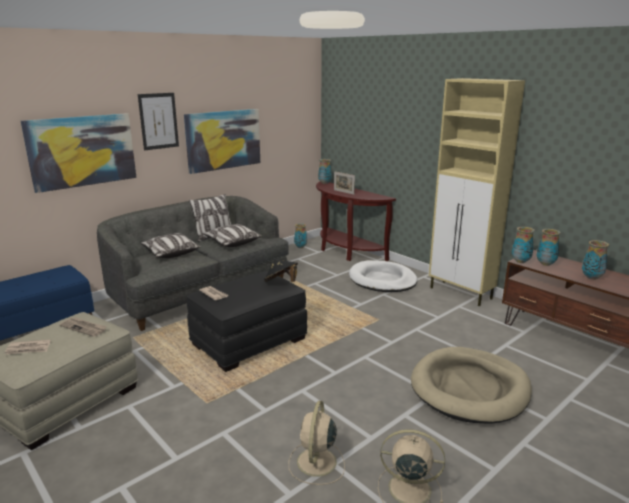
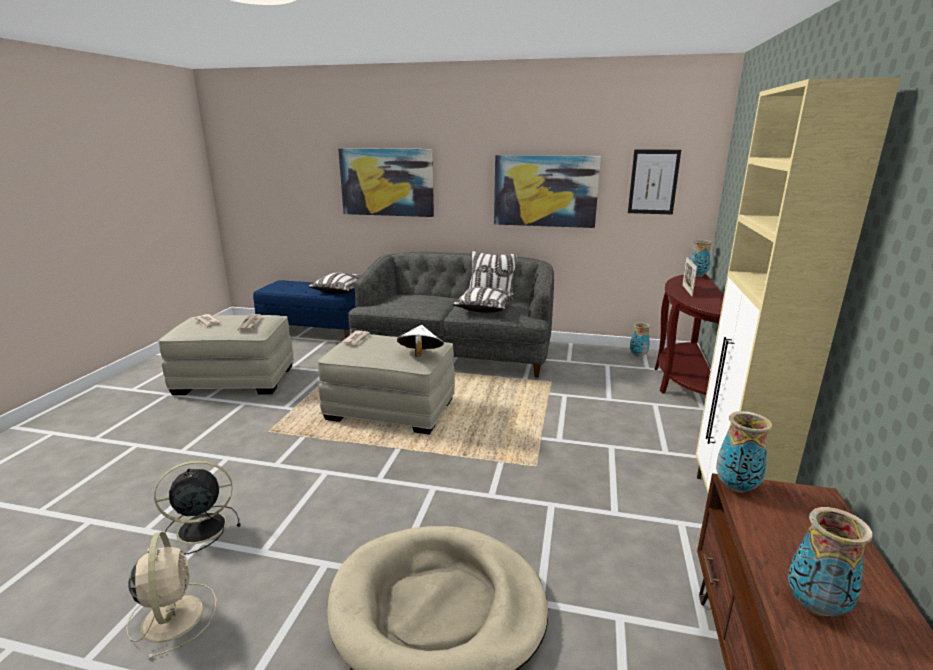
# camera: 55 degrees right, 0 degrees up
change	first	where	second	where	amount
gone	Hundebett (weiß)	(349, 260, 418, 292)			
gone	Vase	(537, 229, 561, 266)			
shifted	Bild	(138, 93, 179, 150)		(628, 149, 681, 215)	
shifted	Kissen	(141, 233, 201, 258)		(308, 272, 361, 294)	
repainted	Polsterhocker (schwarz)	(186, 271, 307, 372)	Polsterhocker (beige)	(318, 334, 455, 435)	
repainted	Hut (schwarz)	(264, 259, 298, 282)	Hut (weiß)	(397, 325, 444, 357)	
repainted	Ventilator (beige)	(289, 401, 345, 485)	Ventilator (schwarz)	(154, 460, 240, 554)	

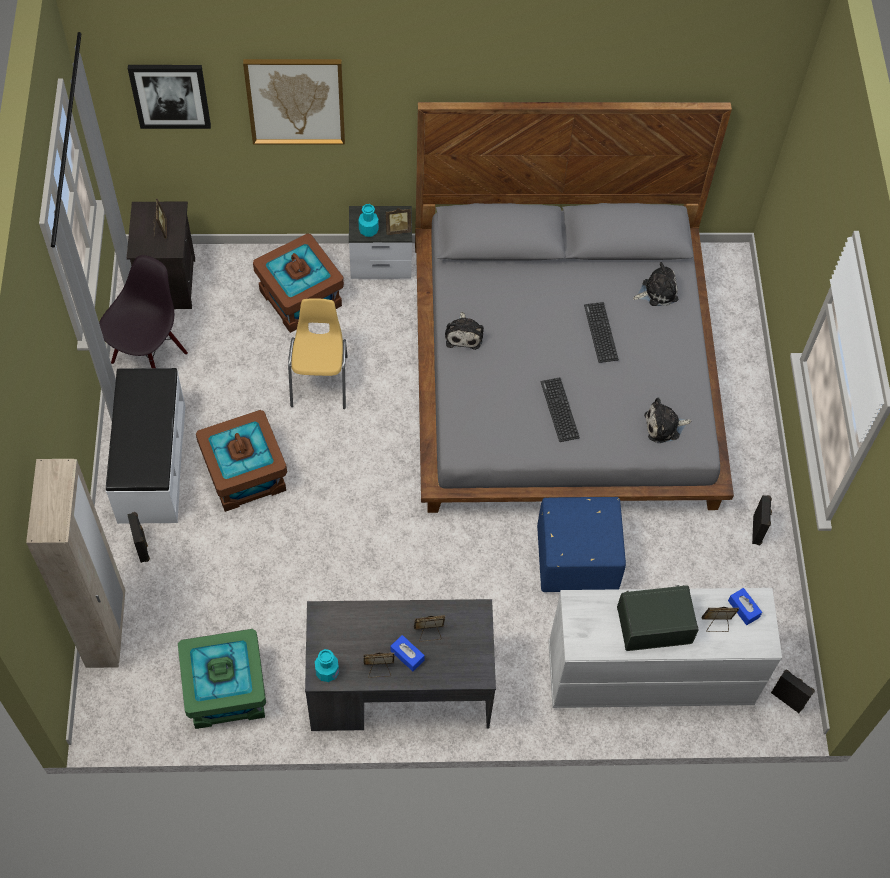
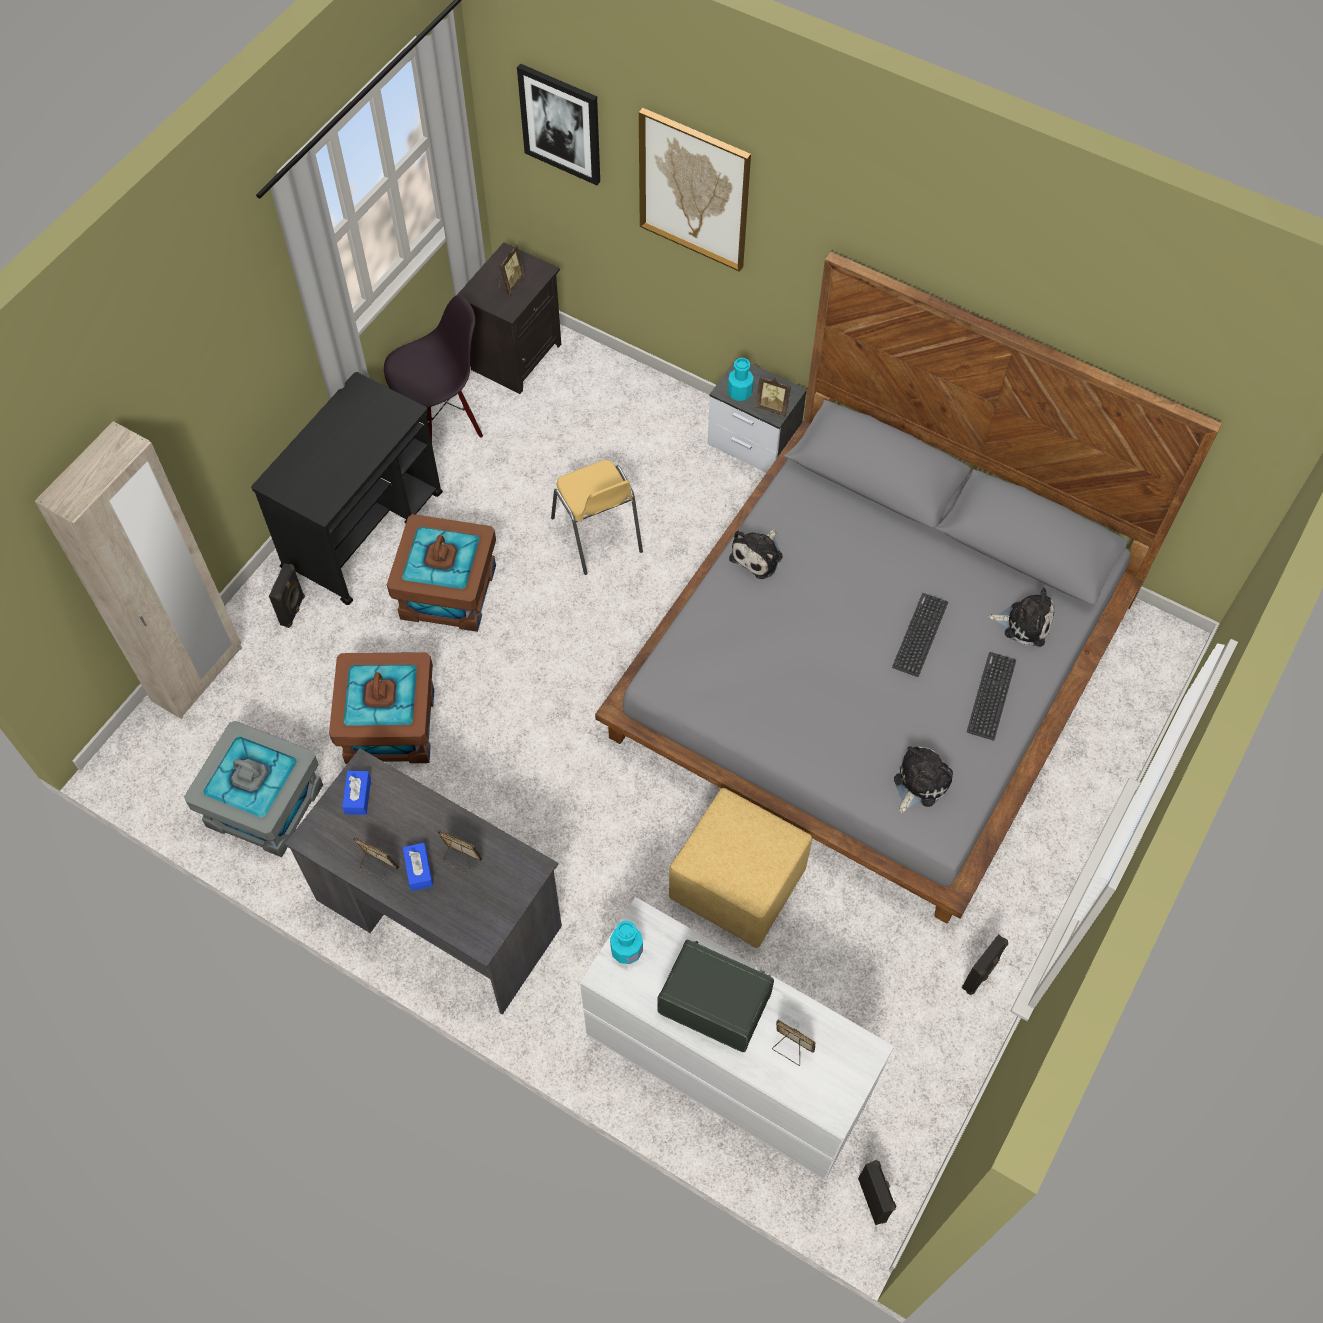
# camera: 35 degrees right, 0 degrees up
change	first	where	second	where	amount
shifted	Aufbewahrungsbox (braun)	(253, 233, 344, 333)		(329, 652, 434, 764)	
shifted	Flasche (türkis)	(315, 649, 339, 682)		(610, 921, 643, 964)	
shifted	Tastatur	(541, 377, 580, 442)		(967, 652, 1016, 741)	
shifted	Taschentuchbox (blau)	(728, 588, 762, 625)		(342, 771, 371, 815)	
swapped	Bank (weiß)	(106, 368, 186, 524)	Rollwagen (schwarz)	(251, 372, 443, 605)	
repainted	Aufbewahrungsbox (grün)	(178, 629, 266, 729)	Aufbewahrungsbox (grau)	(184, 721, 323, 857)	
repainted	Polsterhocker (blau)	(537, 497, 626, 592)	Polsterhocker (gelb)	(669, 788, 812, 948)	
rotated	Stuhl (gelb)	(288, 298, 348, 409)		(551, 460, 643, 575)	120 degrees clockwise
rotated	Plüschtier	(644, 397, 691, 443)		(894, 746, 953, 813)	105 degrees clockwise

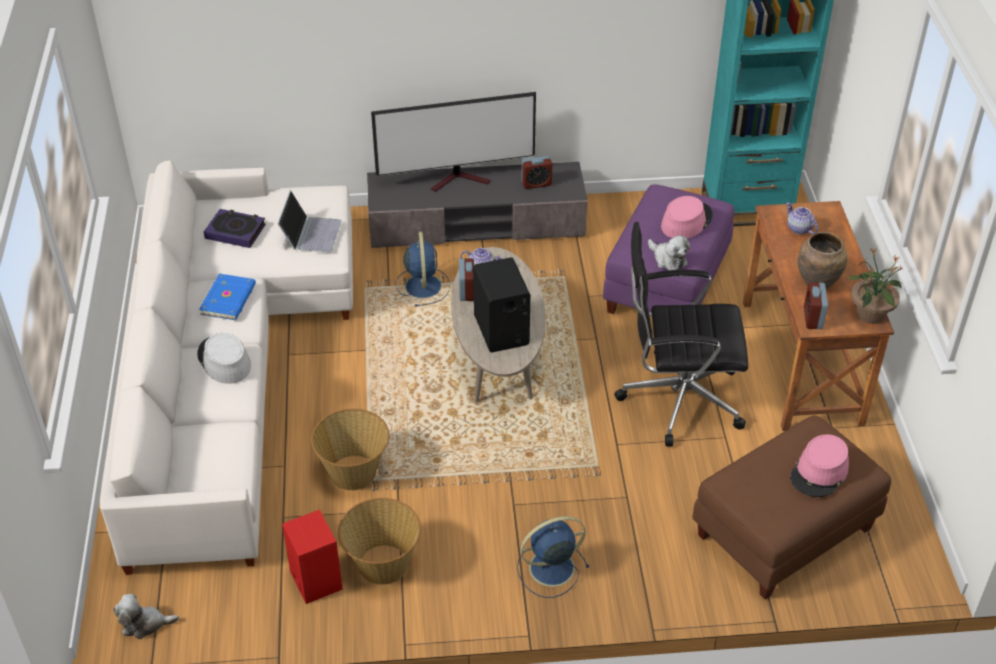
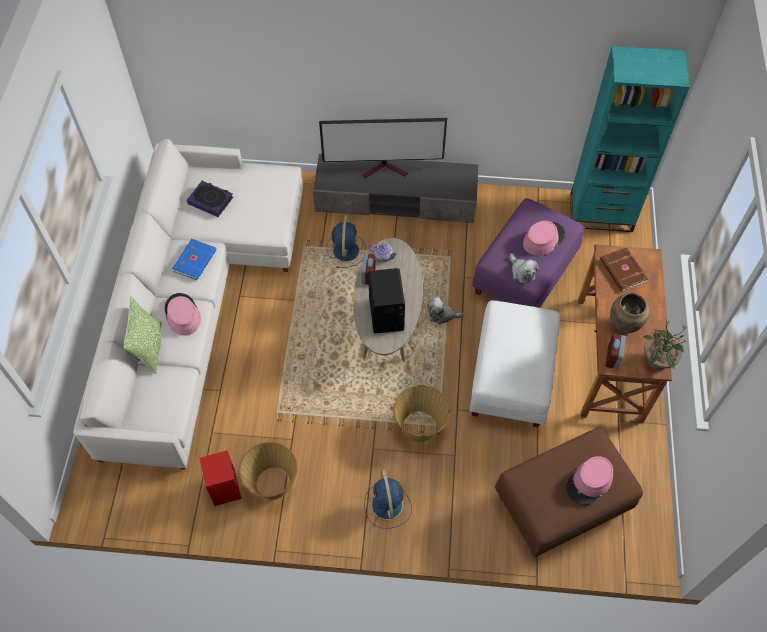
# camera: 10 degrees right, 15 degrees up
change	first	where	second	where	amount
gone	Laptop	(277, 190, 342, 252)			
gone	Wecker	(522, 156, 553, 189)			
new			Kissen	(124, 297, 162, 374)	
shifted	Plüschtier	(114, 594, 179, 639)		(427, 297, 464, 324)	
shifted	Korb	(311, 408, 389, 491)		(393, 385, 450, 442)	
swapped	Bürostuhl (schwarz)	(614, 222, 748, 446)	Polsterhocker (weiß)	(470, 301, 560, 427)	
swapped	Teekanne	(786, 202, 818, 234)	Buch (braun)	(600, 247, 648, 292)	
repainted	Hut (grau)	(197, 333, 251, 384)	Hut (rosa)	(165, 293, 201, 336)	
rotated	Ventilator (blau)	(517, 516, 590, 598)		(364, 469, 412, 529)	90 degrees counterclockwise

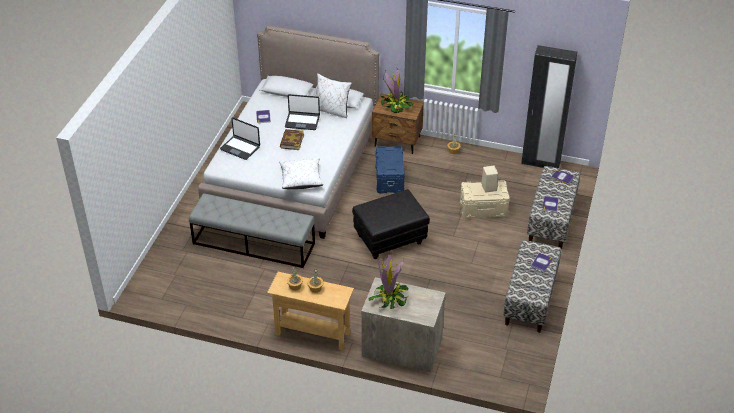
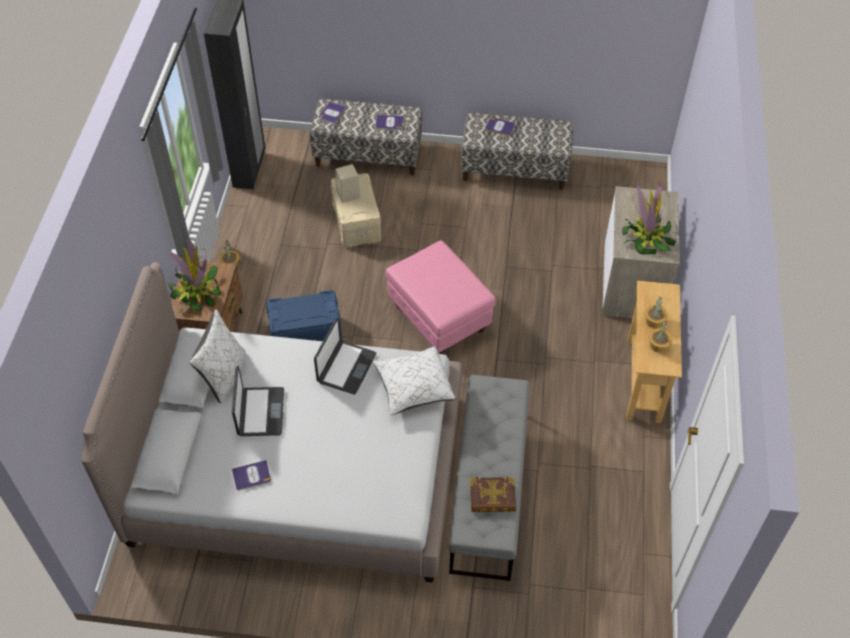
# camera: 100 degrees left, 10 degrees up
change	first	where	second	where	amount
shifted	Laptop	(220, 118, 260, 160)		(314, 317, 376, 394)	
shifted	Buch	(280, 129, 304, 150)		(470, 477, 516, 512)	
repainted	Polsterhocker (schwarz)	(352, 189, 430, 259)	Polsterhocker (rosa)	(385, 240, 496, 354)	

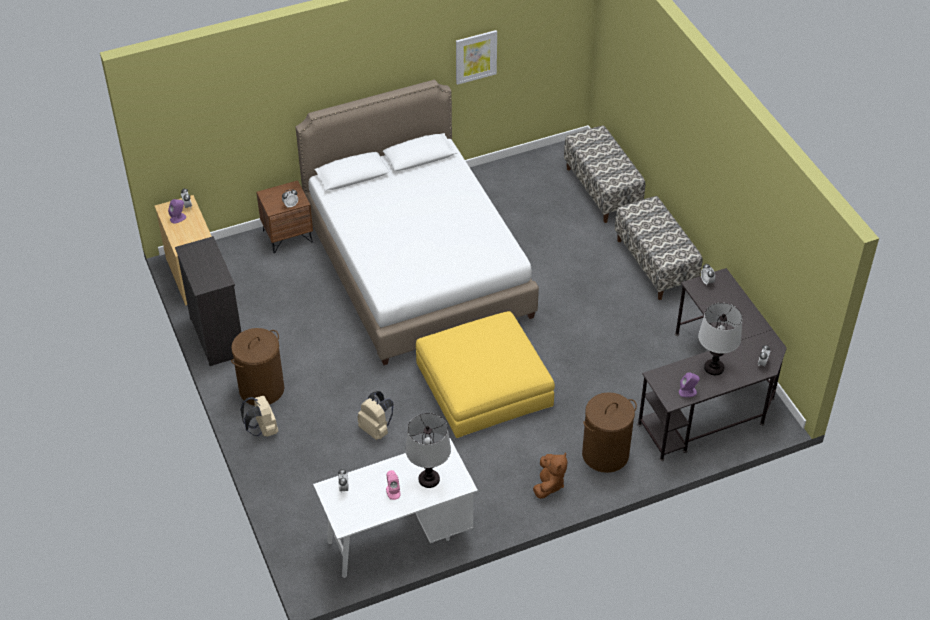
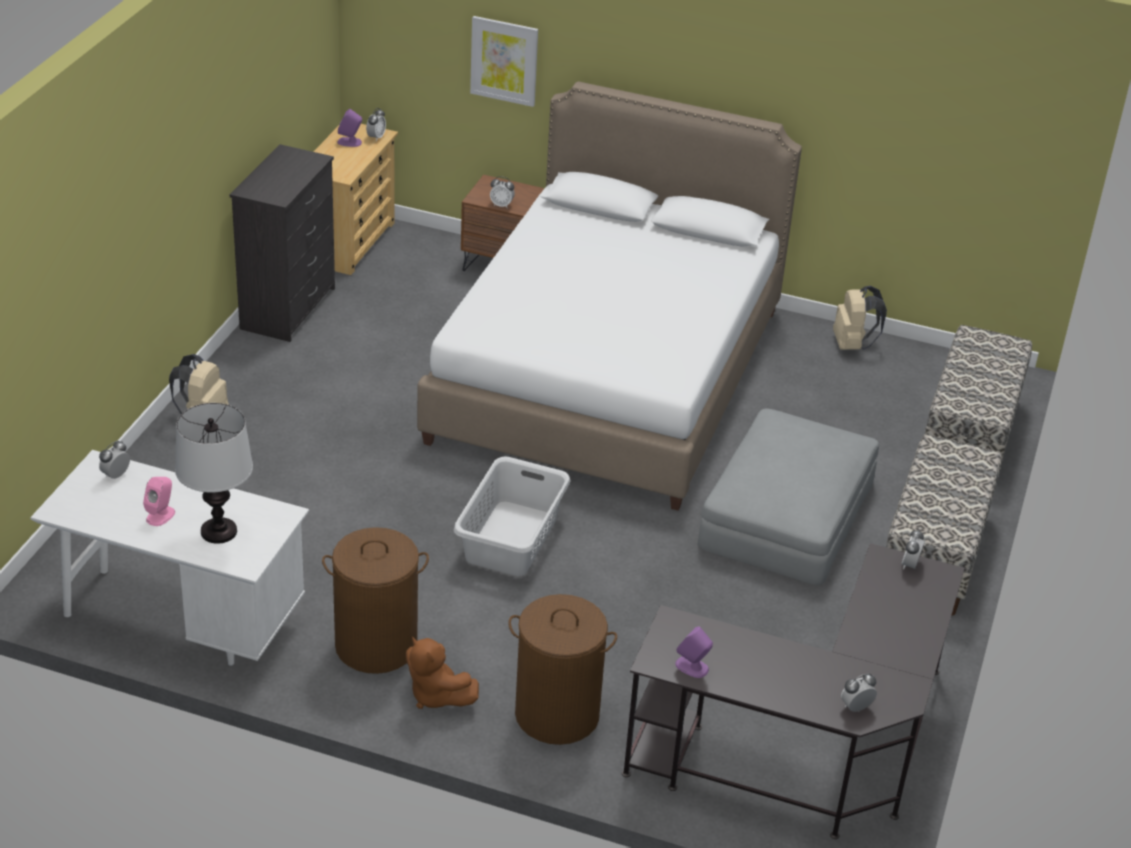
# camera: 40 degrees right, 10 degrees down
change	first	where	second	where	amount
gone	Tischlampe	(698, 303, 742, 375)			
new			Polsterhocker (grau)	(698, 408, 879, 585)	
shifted	Wäschekorb (braun)	(231, 328, 284, 406)		(322, 527, 429, 674)	
shifted	Rucksack (beige)	(358, 391, 394, 440)		(833, 286, 887, 350)	
shifted	Bild	(456, 30, 497, 85)		(470, 16, 538, 107)	
swapped	Polsterhocker (gelb)	(416, 311, 555, 438)	Wäschekorb (grau)	(454, 456, 571, 576)	
rotated	Plüschtier (braun)	(533, 452, 568, 498)		(406, 637, 479, 709)	75 degrees clockwise

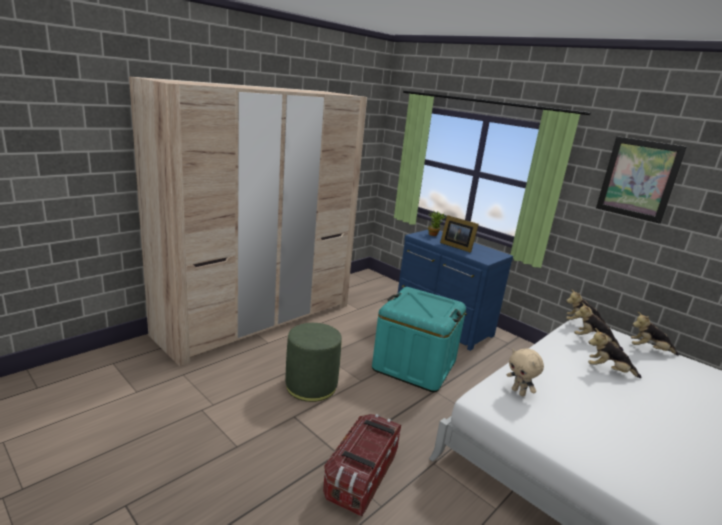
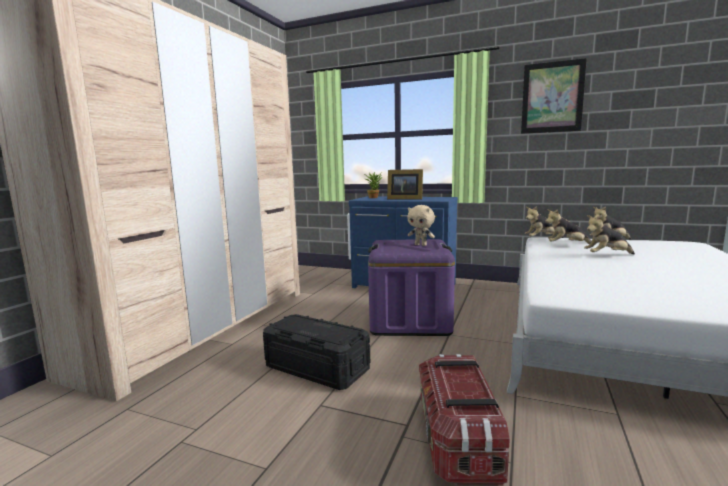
# camera: 20 degrees left, 10 degrees down
change	first	where	second	where	amount
shifted	Plüschtier (beige)	(507, 348, 544, 396)		(408, 205, 435, 246)	
swapped	Polsterhocker (grün)	(285, 323, 342, 402)	Aufbewahrungsbox (schwarz)	(263, 314, 370, 390)	
repainted	Aufbewahrungsbox (türkis)	(372, 287, 466, 392)	Aufbewahrungsbox (lila)	(368, 239, 455, 336)	

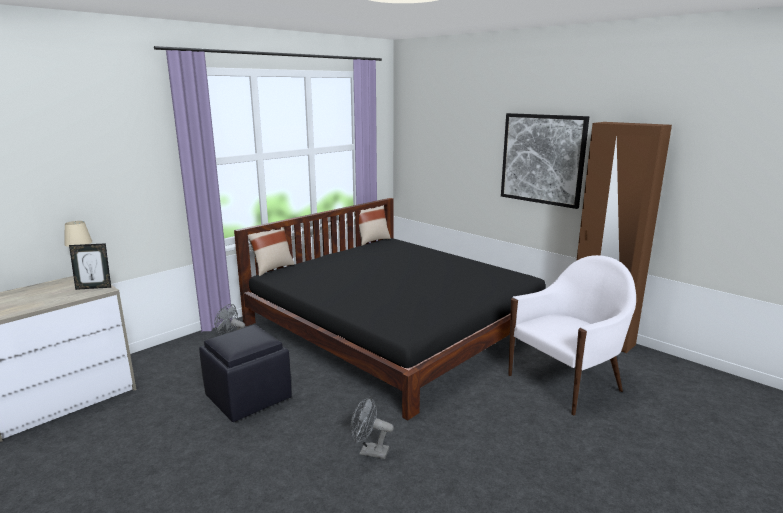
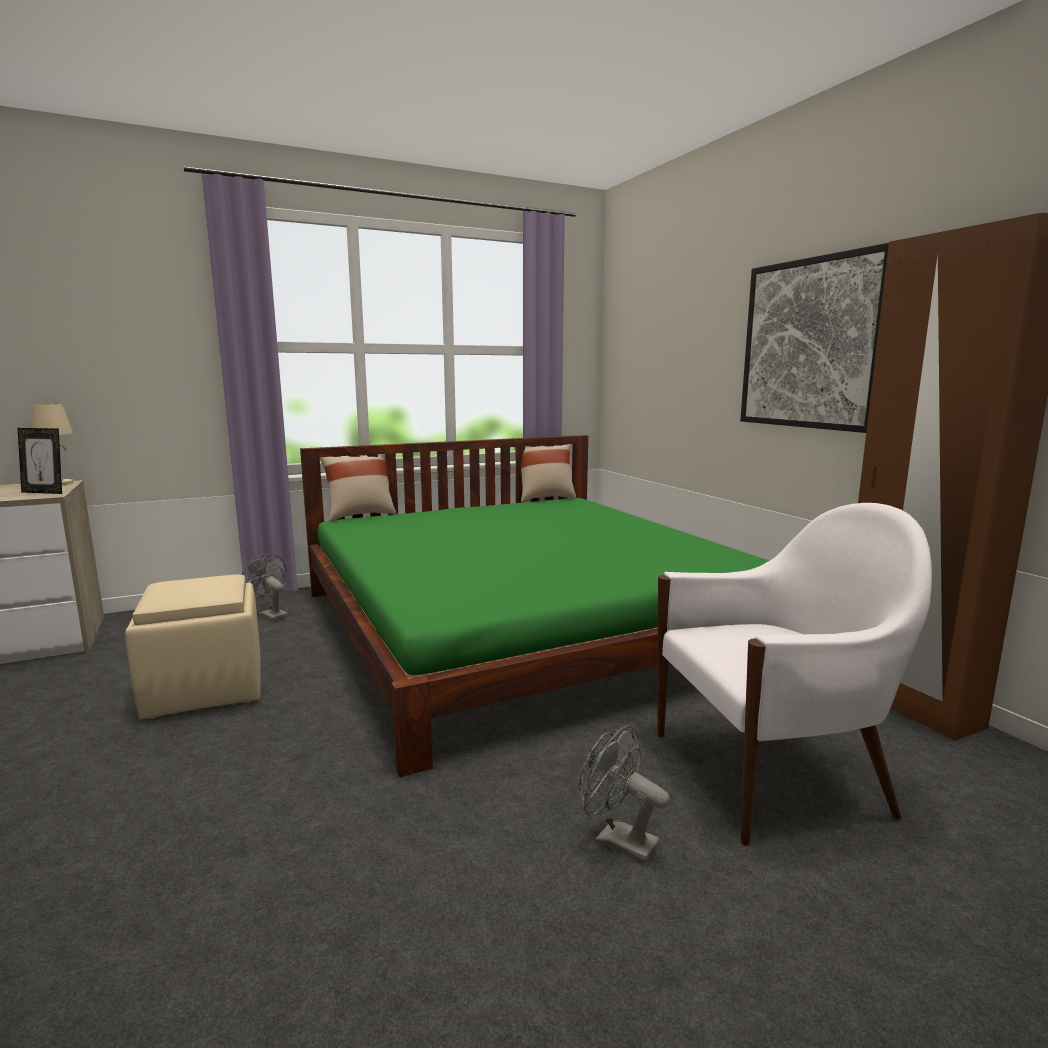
# camera: 20 degrees right, 5 degrees down
change	first	where	second	where	amount
shifted	Ventilator (grau)	(351, 396, 394, 459)		(579, 725, 670, 864)	
repainted	Polsterhocker (schwarz)	(199, 325, 292, 422)	Polsterhocker (beige)	(125, 574, 261, 719)	
repainted	Bett (schwarz)	(234, 198, 546, 421)	Bett (grün)	(300, 435, 770, 777)	

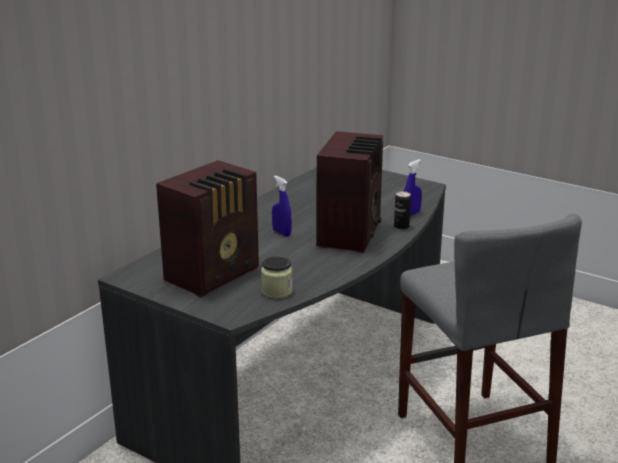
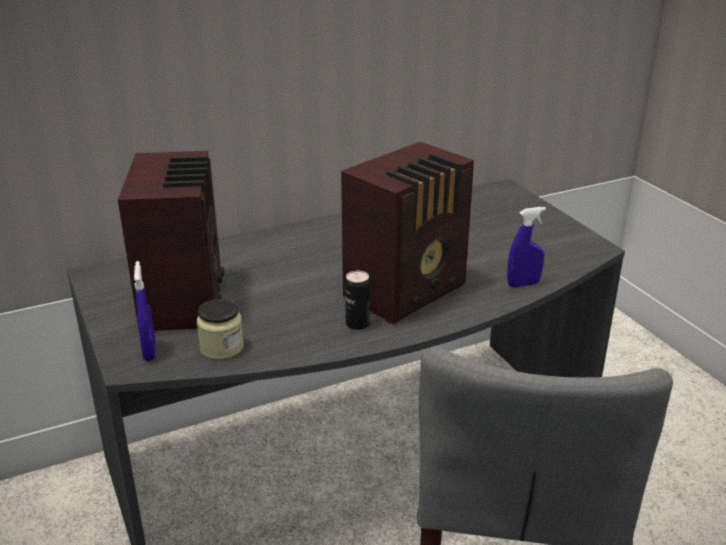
# camera: 30 degrees right, 5 degrees up
change	first	where	second	where	amount
shifted	Sprühflasche (blau)	(272, 176, 292, 237)		(134, 261, 156, 361)	
shifted	Dose	(394, 191, 411, 230)		(345, 271, 370, 330)	
rotated	Radio	(156, 160, 259, 297)		(118, 151, 224, 331)	75 degrees counterclockwise

